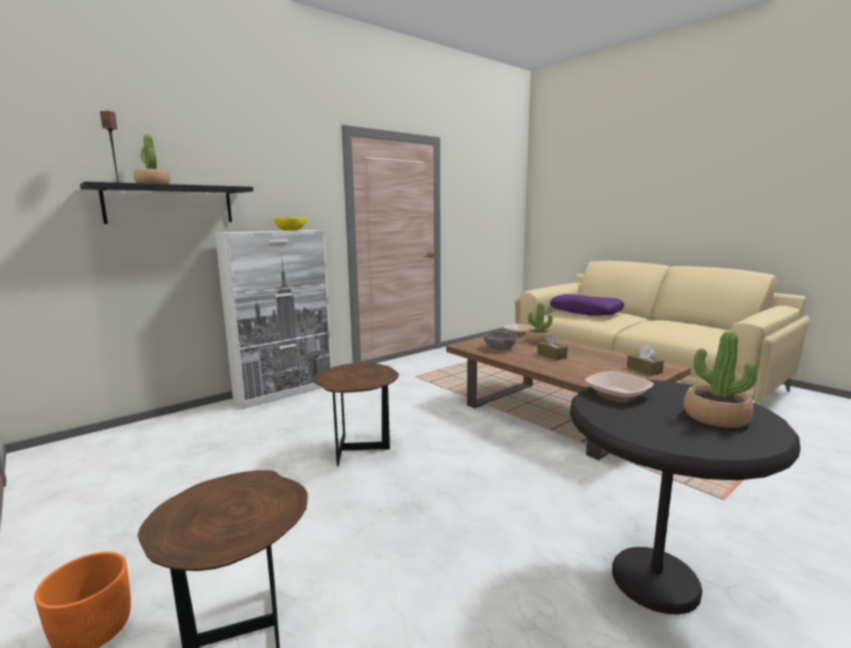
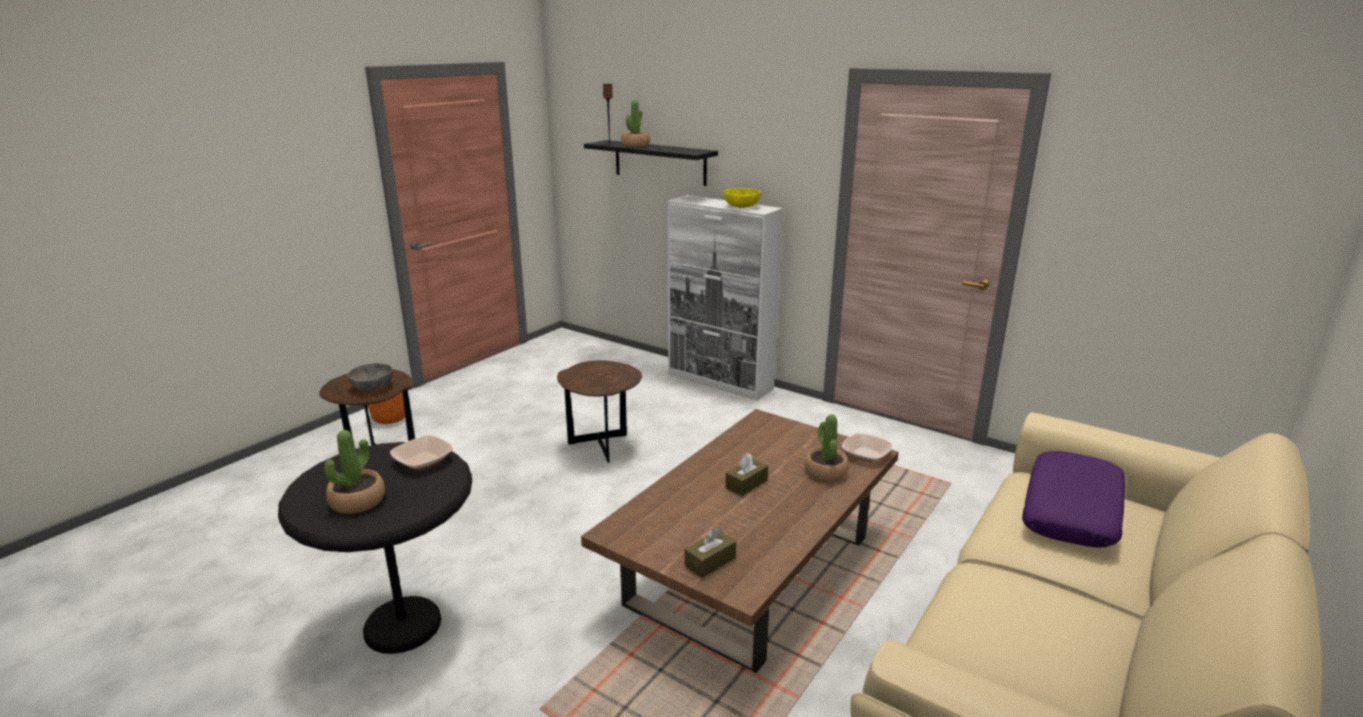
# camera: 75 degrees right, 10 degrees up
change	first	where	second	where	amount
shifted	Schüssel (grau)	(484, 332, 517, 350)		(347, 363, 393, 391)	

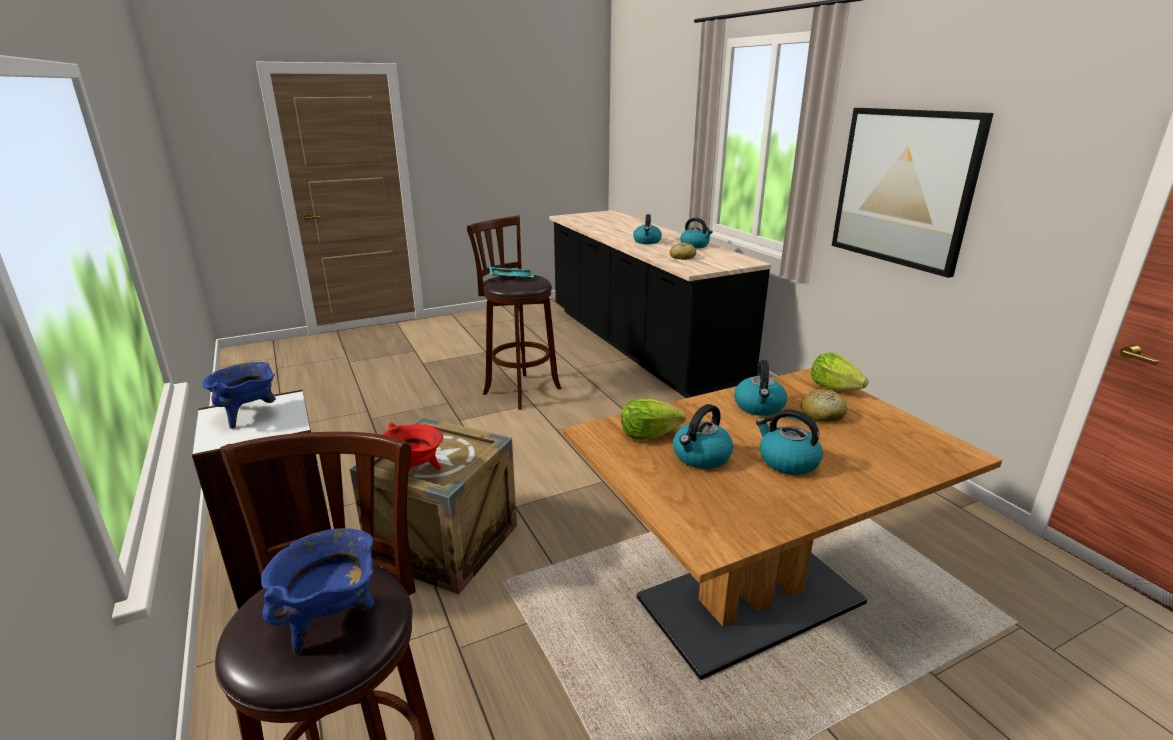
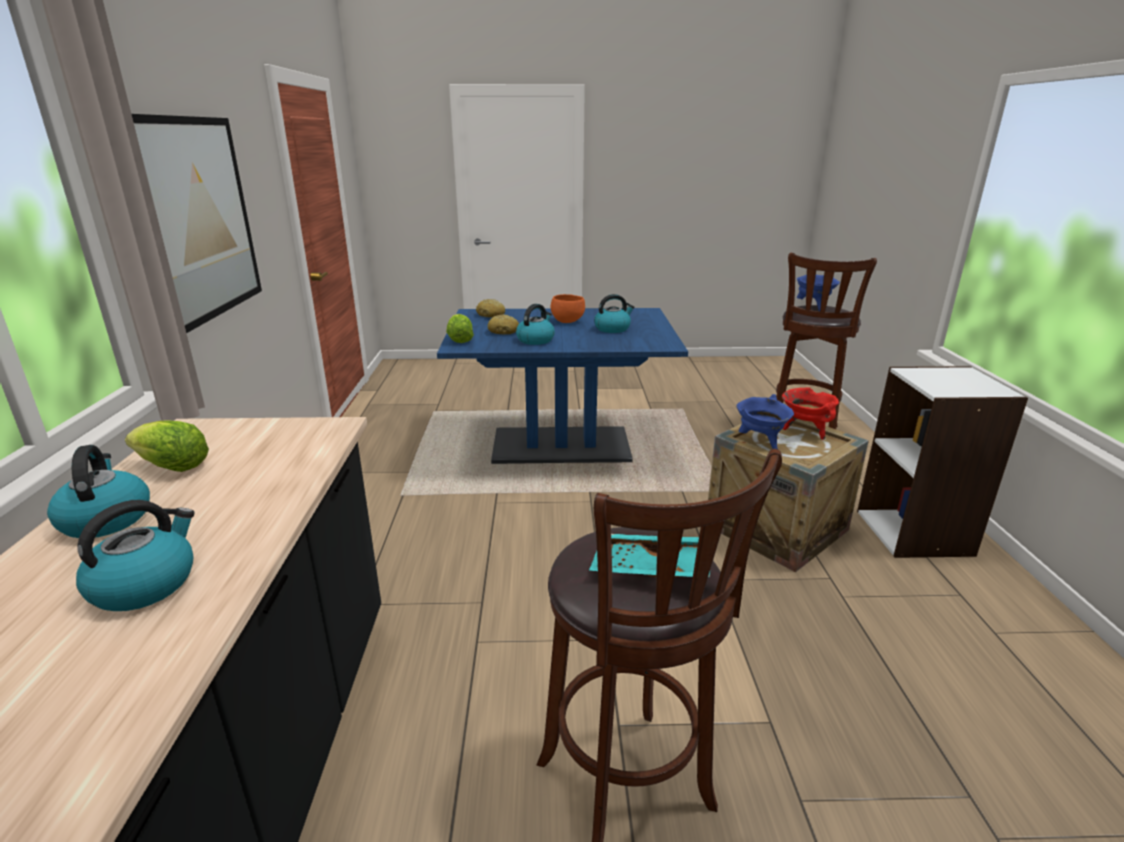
# camera: 155 degrees left, 0 degrees up
change	first	where	second	where	amount
shifted	Kochtopf (blau)	(202, 362, 276, 429)		(736, 394, 794, 449)	
shifted	Salatkopf	(621, 399, 686, 440)		(125, 420, 209, 472)	
shifted	Brot	(670, 243, 696, 260)		(476, 299, 505, 318)	
swapped	Wasserkessel	(756, 409, 823, 475)	Schüssel (orange)	(551, 294, 585, 323)	
repainted	Esstisch (braun)	(563, 368, 1002, 680)	Esstisch (blau)	(437, 308, 688, 464)	

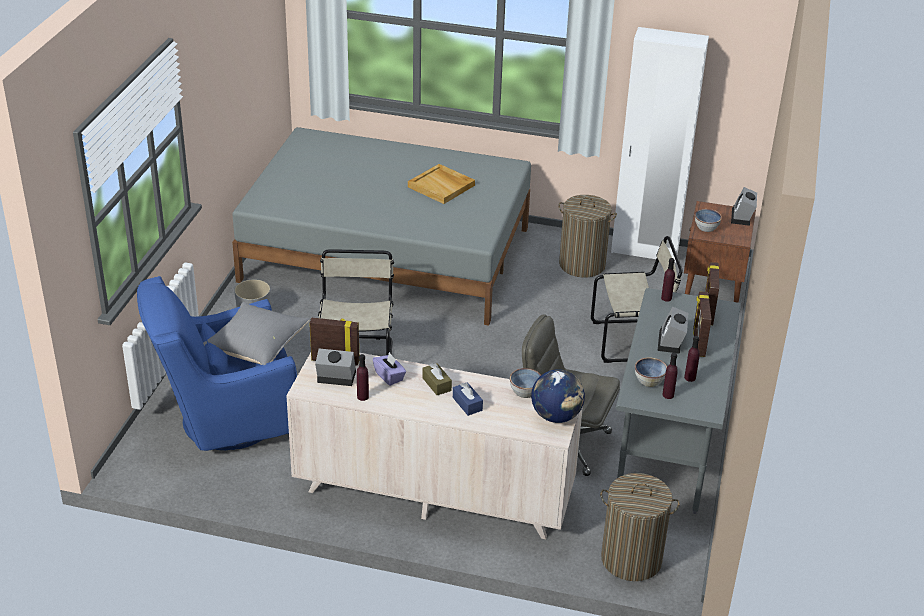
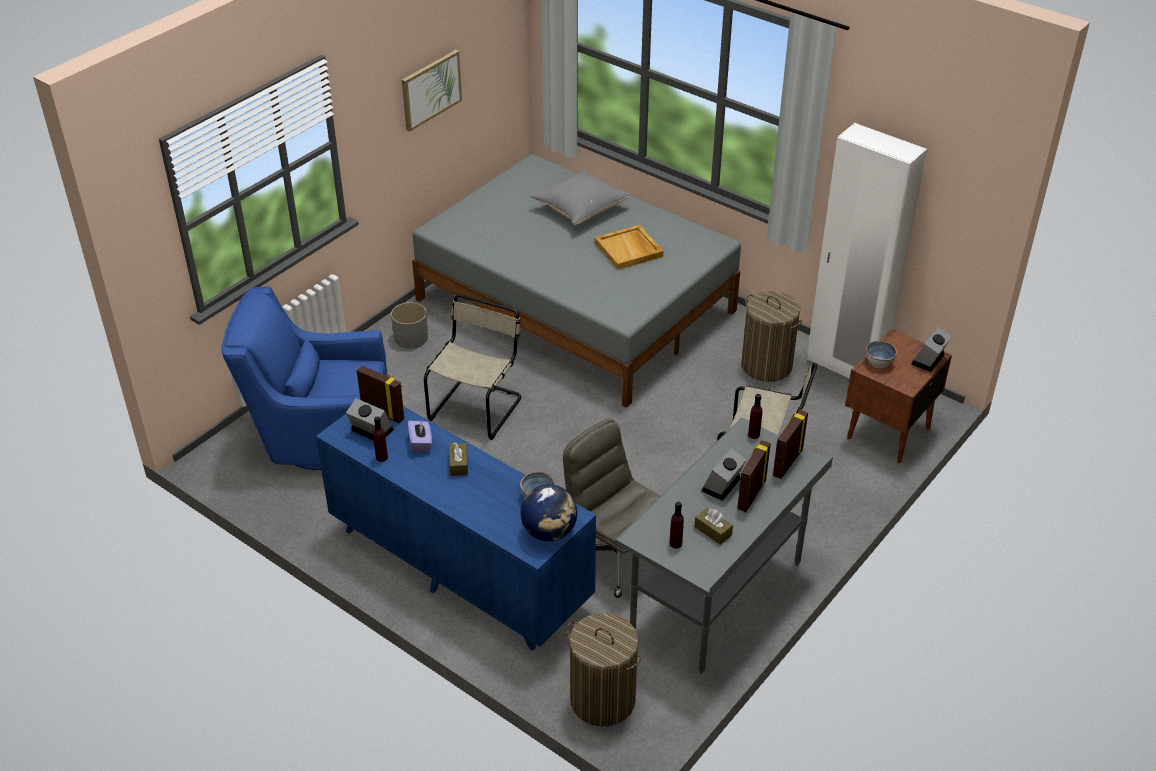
# camera: 25 degrees right, 5 degrees up
change	first	where	second	where	amount
gone	Taschentuchbox (blau)	(453, 382, 483, 416)			
gone	Schüssel	(635, 358, 667, 387)			
new			Bild	(402, 50, 462, 132)	
shifted	Kissen (grau)	(203, 302, 310, 365)		(530, 169, 632, 225)	
swapped	Flasche (lila)	(684, 336, 700, 382)	Taschentuchbox (braun)	(694, 508, 733, 545)	
repainted	Kommode (beige)	(286, 353, 583, 539)	Kommode (blau)	(316, 406, 596, 651)	

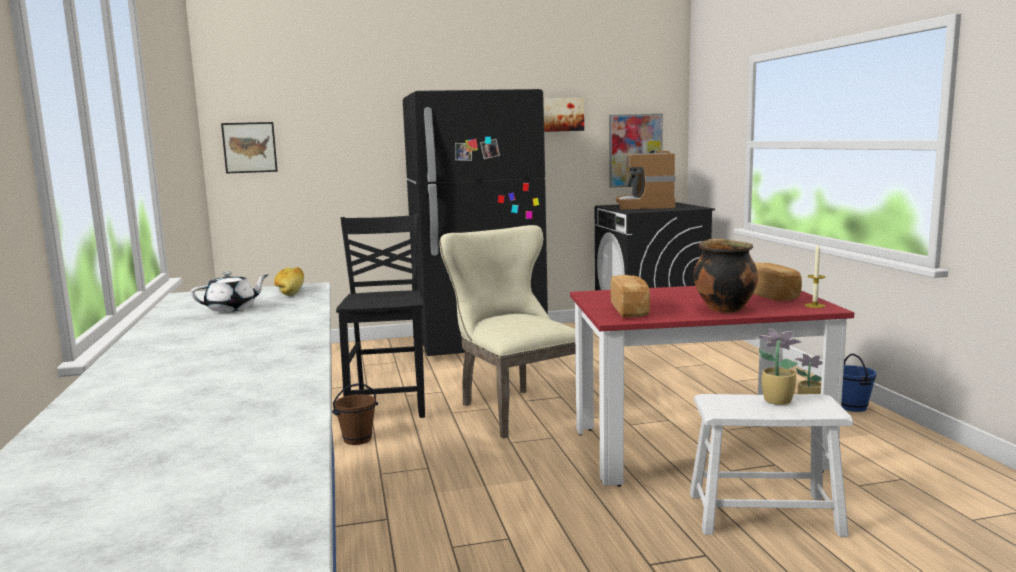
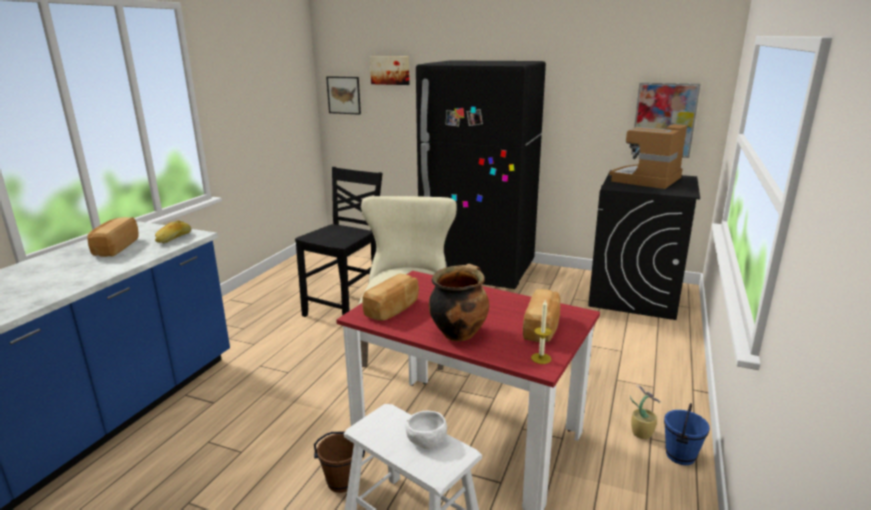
# camera: 35 degrees right, 10 degrees up
change	first	where	second	where	amount
shifted	Eimer (braun)	(332, 383, 378, 445)		(314, 431, 365, 493)	
shifted	Bild	(543, 98, 584, 132)		(370, 56, 410, 85)	
swapped	Teekanne (weiß)	(191, 272, 268, 312)	Brot	(87, 217, 139, 257)	
swapped	Topfpflanze	(757, 329, 802, 405)	Schüssel (weiß)	(406, 411, 447, 449)	

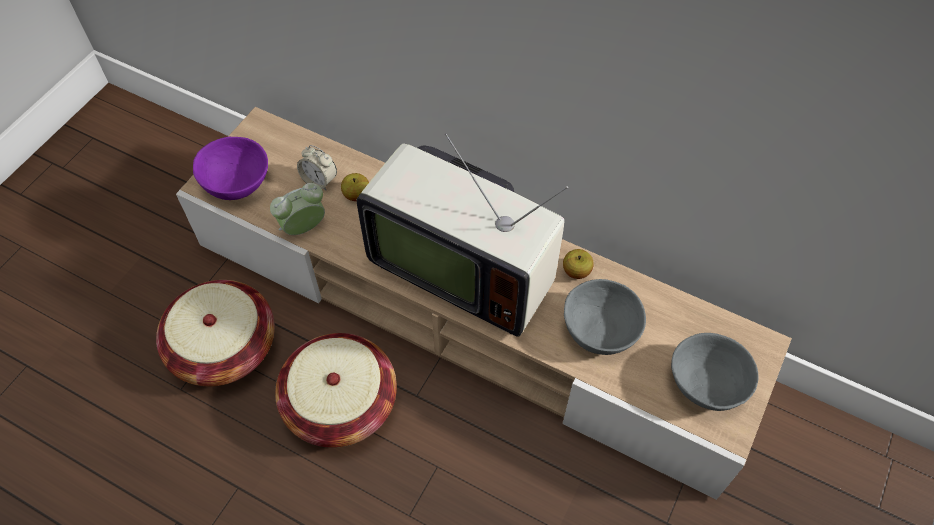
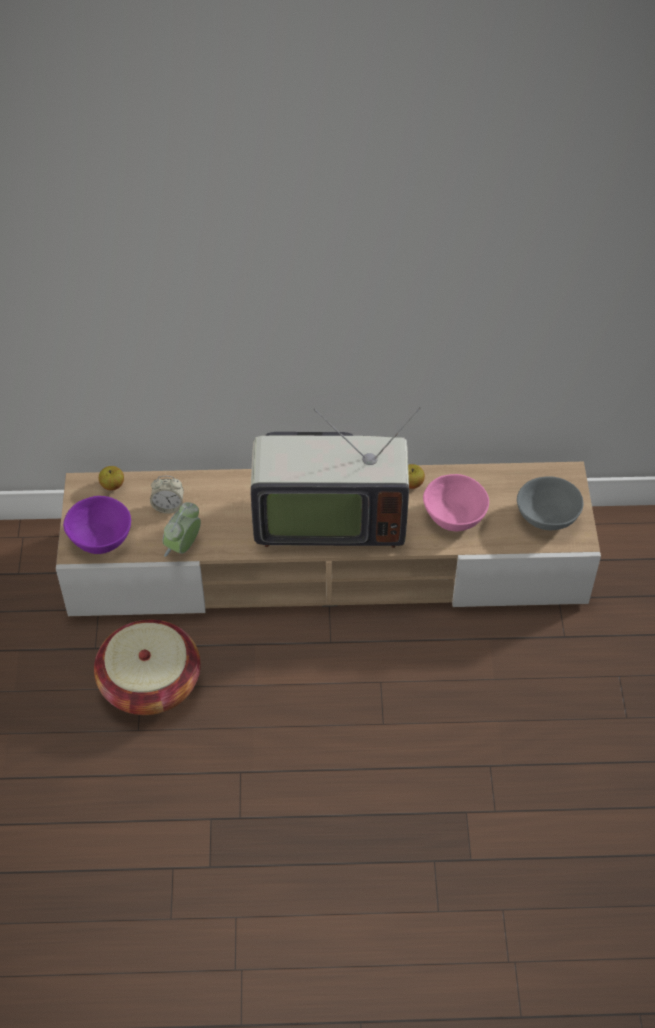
# camera: 30 degrees left, 5 degrees down
change	first	where	second	where	amount
gone	Korb	(275, 333, 397, 448)			
shifted	Apfel	(341, 173, 369, 201)		(99, 466, 124, 491)	
repainted	Schüssel (grau)	(564, 279, 646, 355)	Schüssel (rosa)	(423, 474, 489, 531)	

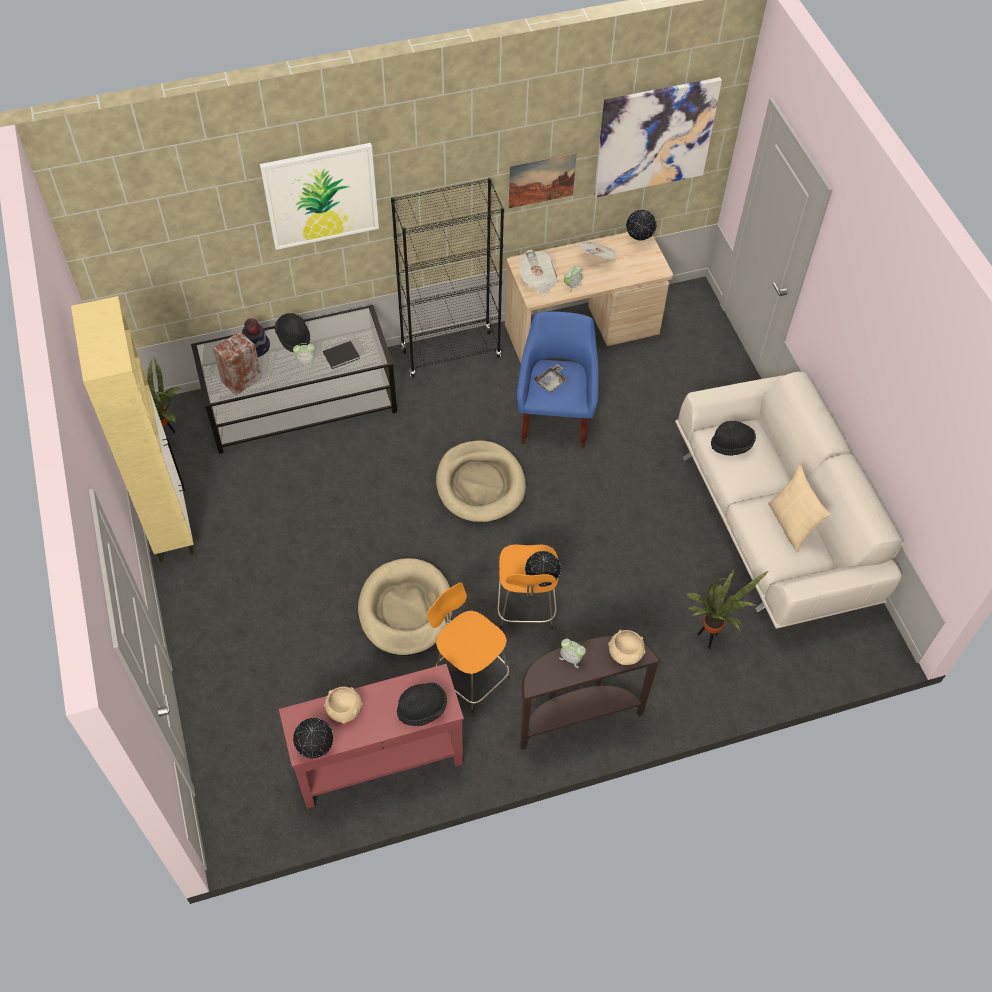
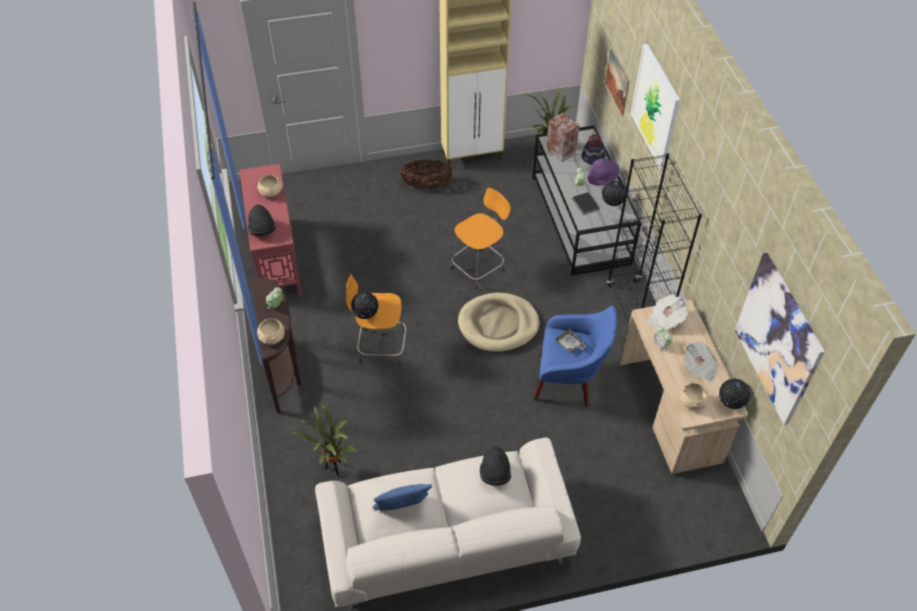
# camera: 95 degrees right, 5 degrees down
change	first	where	second	where	amount
gone	Hundebett (beige)	(358, 558, 452, 656)			
new			Korb	(400, 159, 453, 188)	
new			Schüssel (beige)	(680, 382, 710, 410)	
shifted	Globus	(293, 718, 334, 758)		(602, 181, 626, 206)	
shifted	Hocker (orange)	(427, 583, 510, 714)		(451, 188, 511, 290)	
shifted	Bild	(509, 152, 577, 208)		(605, 48, 629, 116)	
repainted	Hut (schwarz)	(275, 313, 310, 352)	Hut (lila)	(587, 158, 620, 186)	
repainted	Kissen (beige)	(768, 465, 831, 552)	Kissen (blau)	(373, 484, 432, 511)	

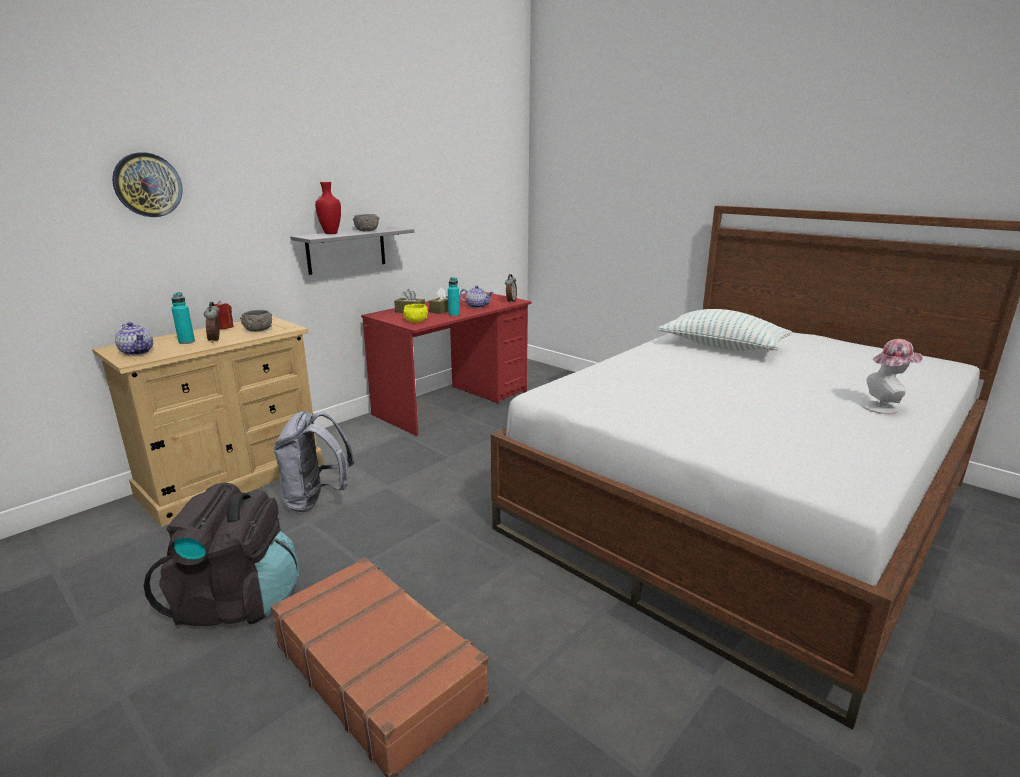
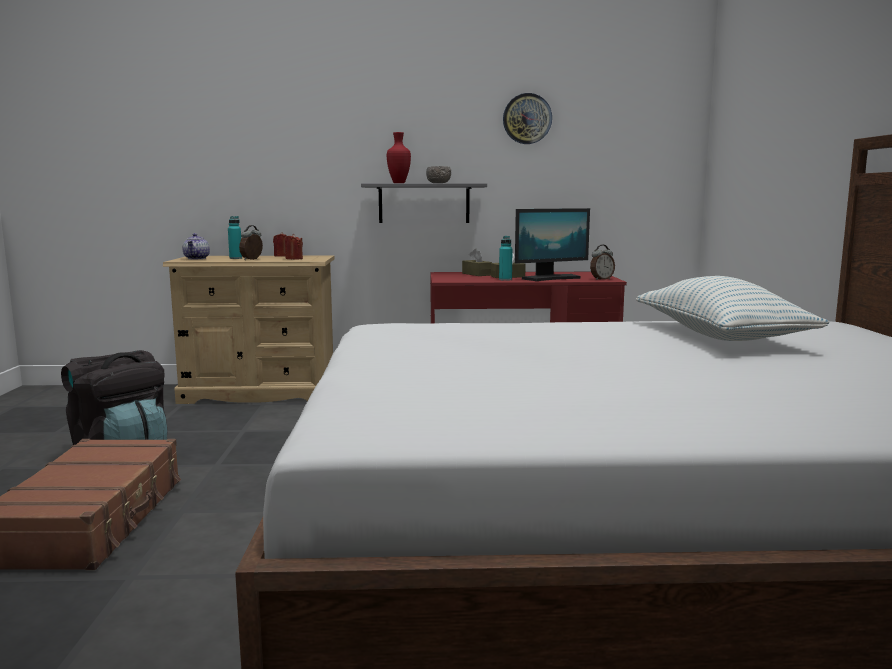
# camera: 45 degrees right, 10 degrees down
change	first	where	second	where	amount
gone	Rucksack (grau)	(273, 411, 354, 512)			
gone	Schüssel (gelb)	(403, 304, 428, 322)			
gone	Hut	(862, 339, 923, 414)			
shifted	Wanduhr	(112, 153, 183, 217)		(503, 93, 552, 144)	
swapped	Schüssel (grau)	(240, 310, 272, 332)	Kerze (rot)	(285, 234, 303, 259)	
swapped	Teekanne	(460, 286, 494, 308)	Monitor	(515, 208, 590, 281)	

